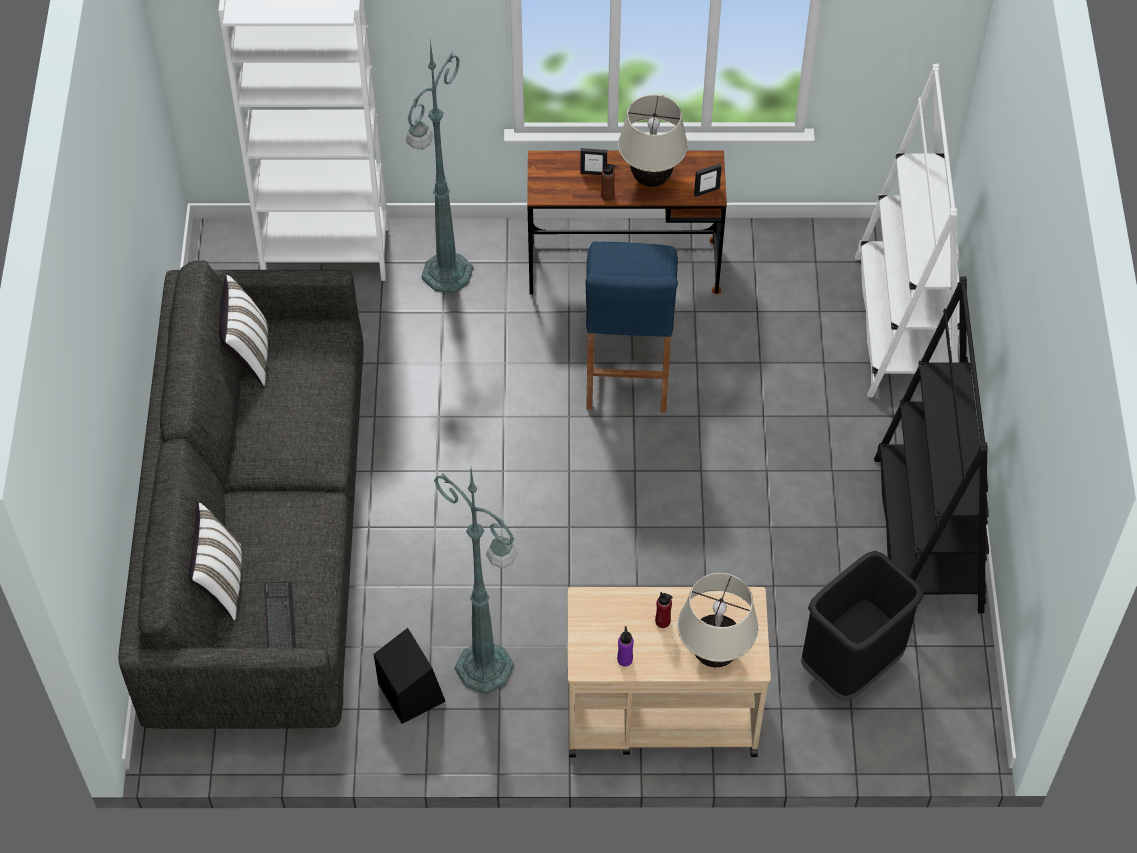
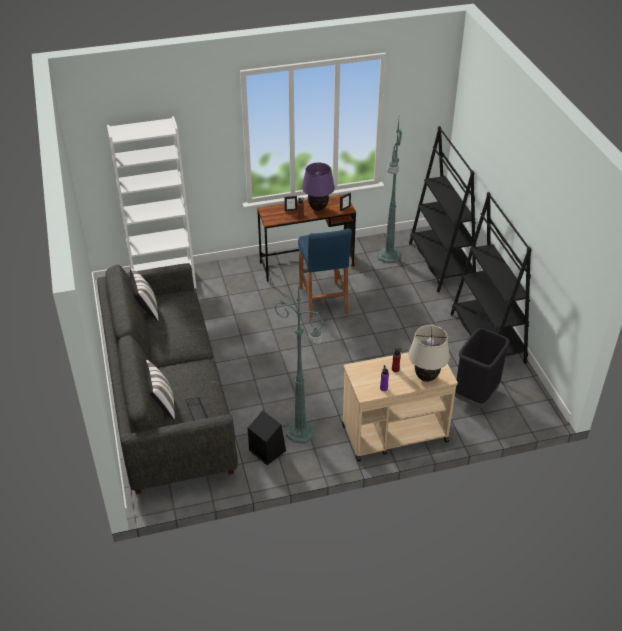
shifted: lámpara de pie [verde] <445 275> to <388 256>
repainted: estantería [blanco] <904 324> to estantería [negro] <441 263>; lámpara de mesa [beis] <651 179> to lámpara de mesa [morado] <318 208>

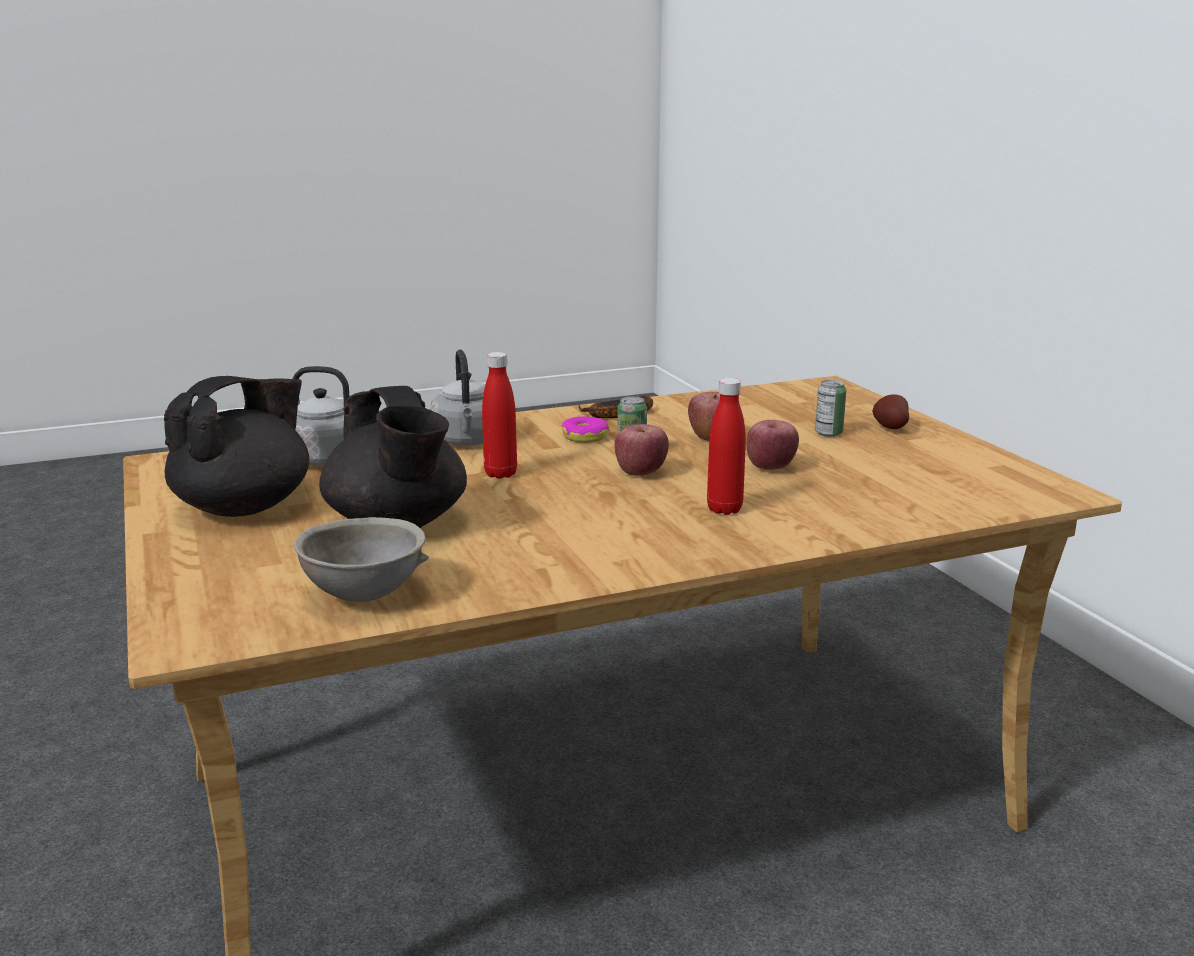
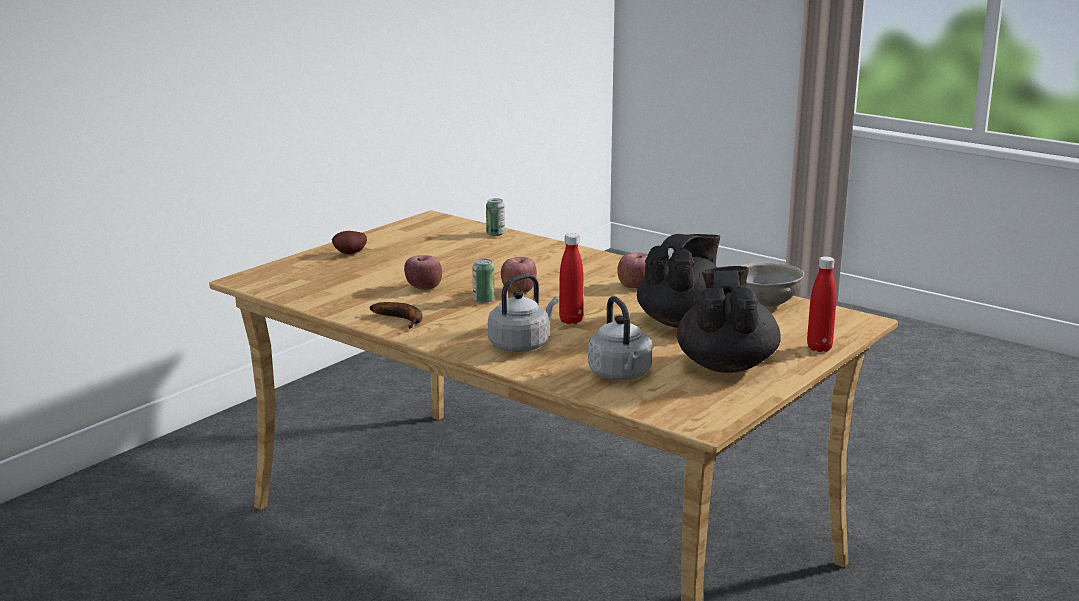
gone: rosquilla <585 437>
shifted: botella [rojo] <724 509> to <819 348>; lata <828 433> to <495 234>; manzana <770 467> to <635 285>
rotated: tetera [negro] <245 507> = <726 365> 90 degrees clockwise

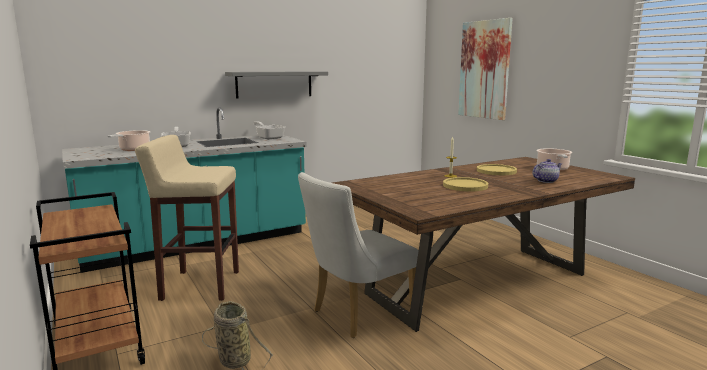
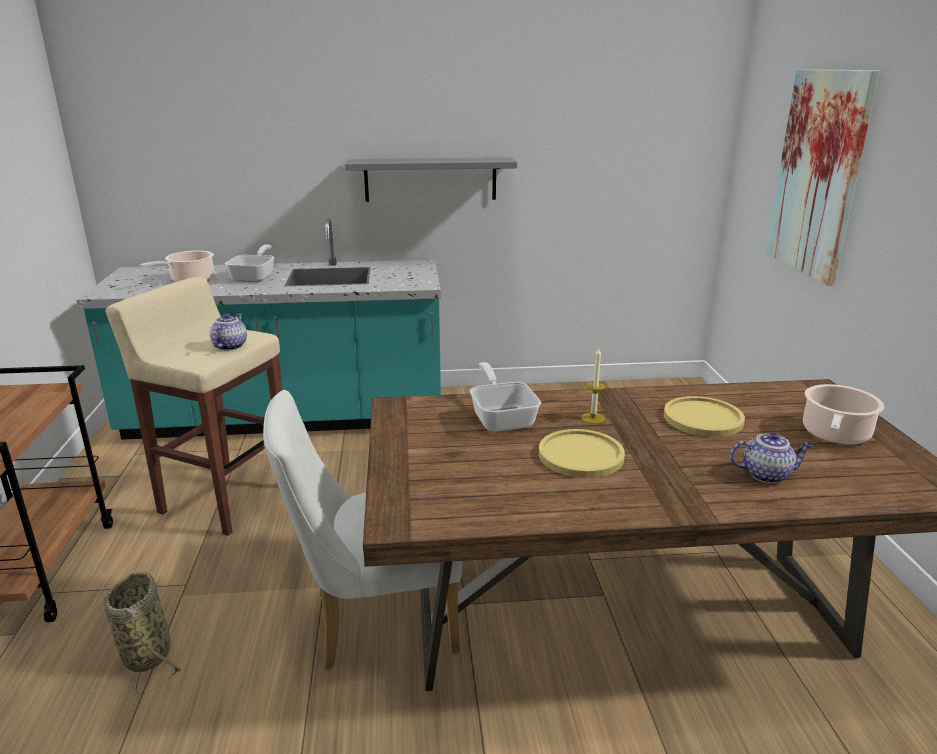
new: tetera <230 346>
shifted: sartén <269 137> to <502 417>

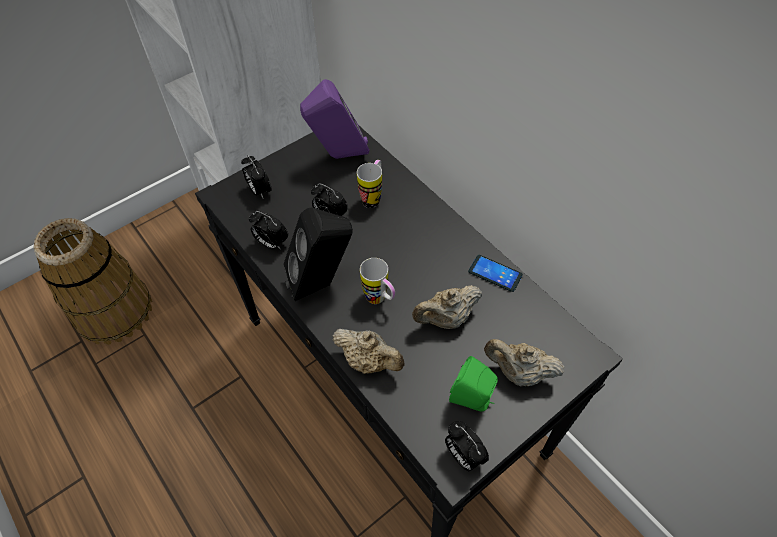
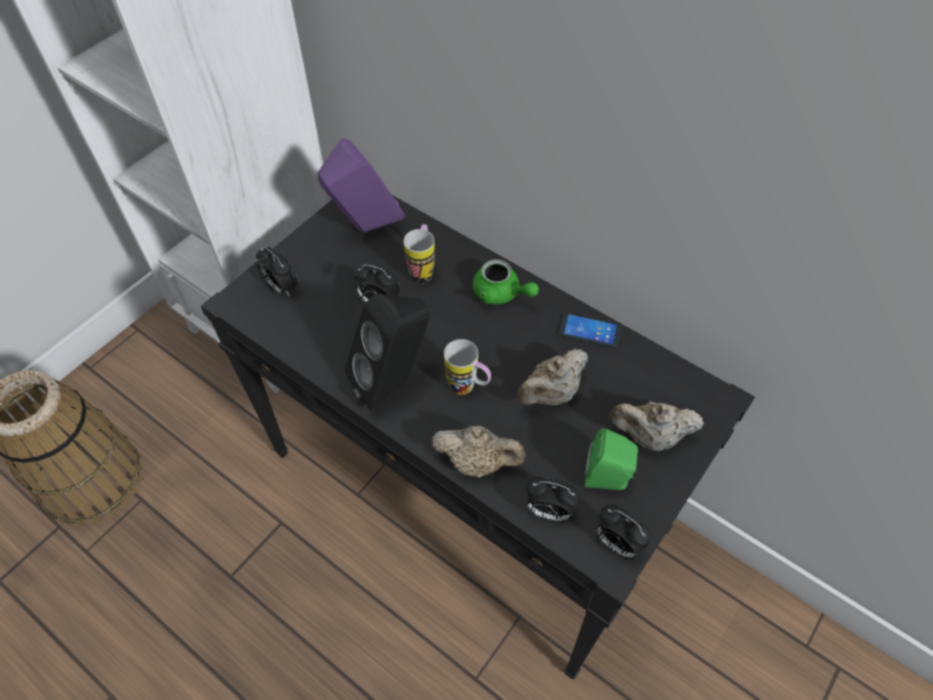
new: tetera [verde] <501 294>
shifted: despertador <271 243> to <548 512>

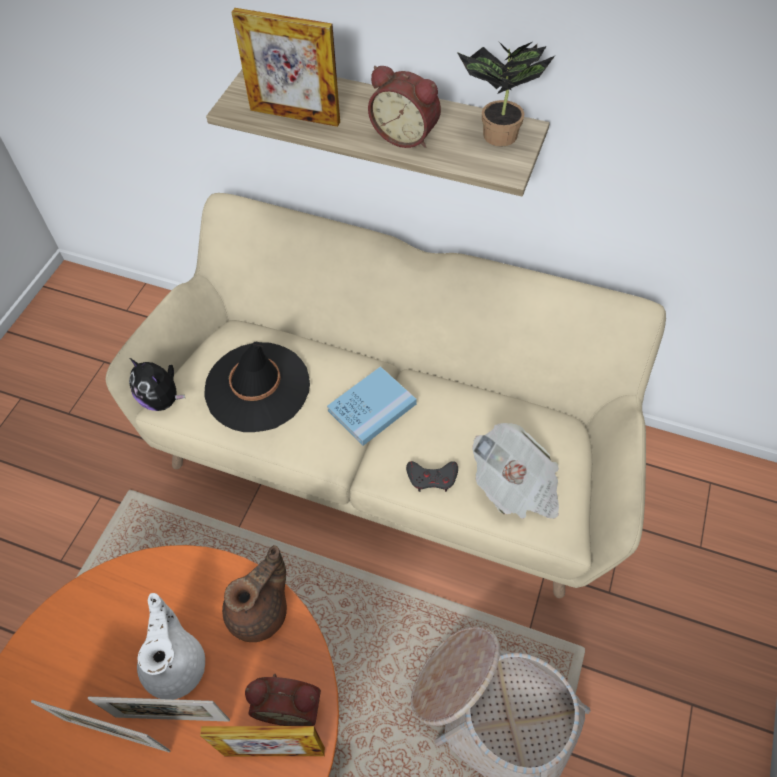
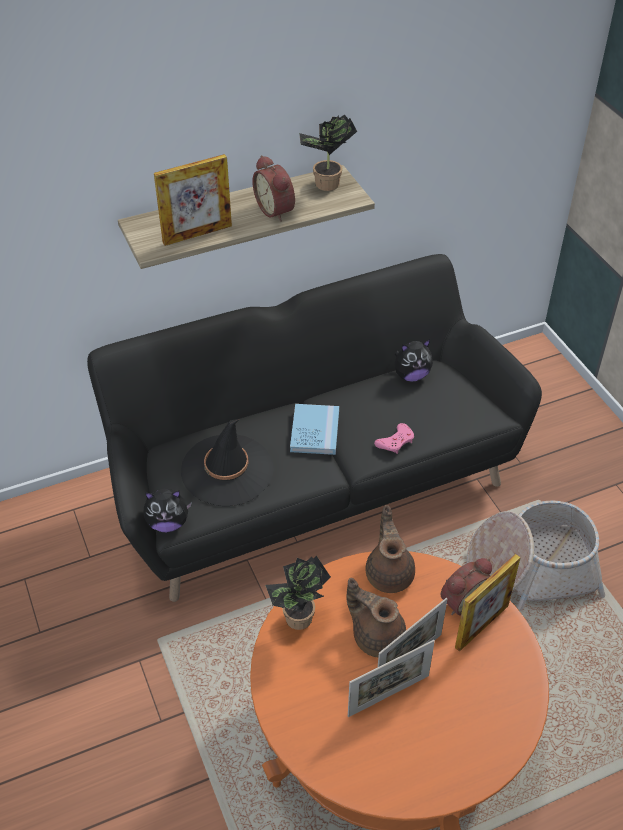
gone: periódico <516 486>
new: peluche <411 375>; planta en maceta <299 622>
repainted: sofá [beis] <390 450> to sofá [negro] <311 482>; mando de consola [gris] <432 478> to mando de consola [rosa] <396 441>; tetera [blanco] <176 664> to tetera [marrón] <376 636>
rotated: despertador <406 135> = <277 210> 75 degrees clockwise

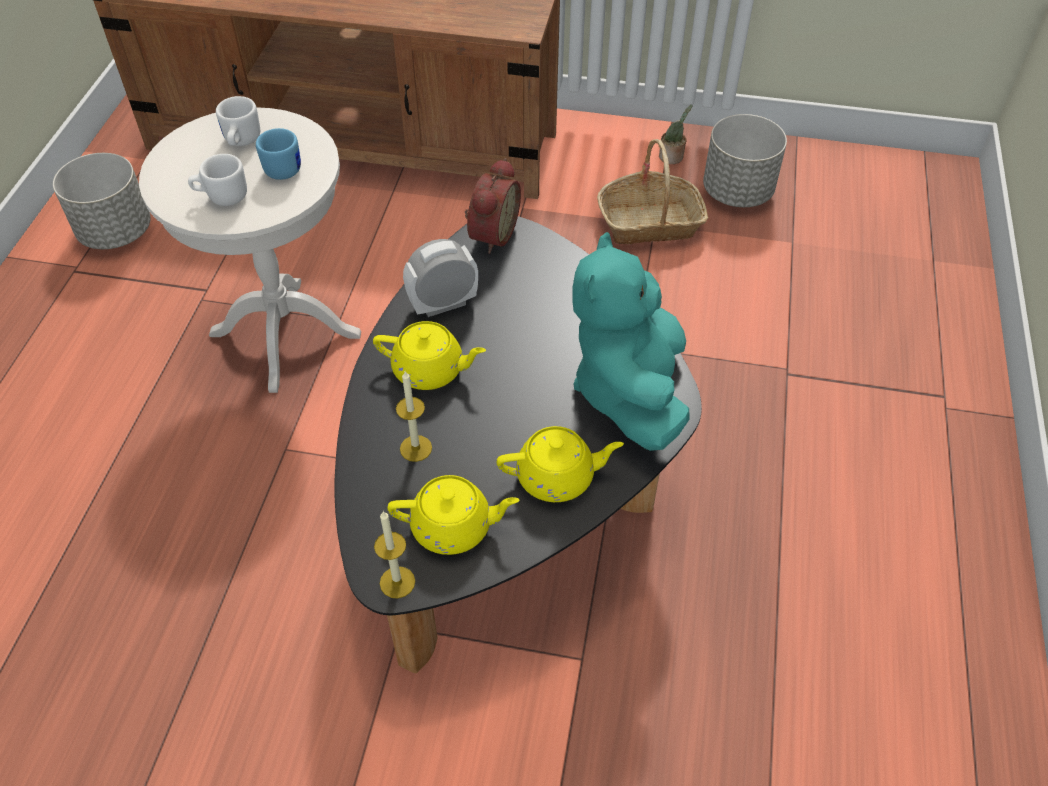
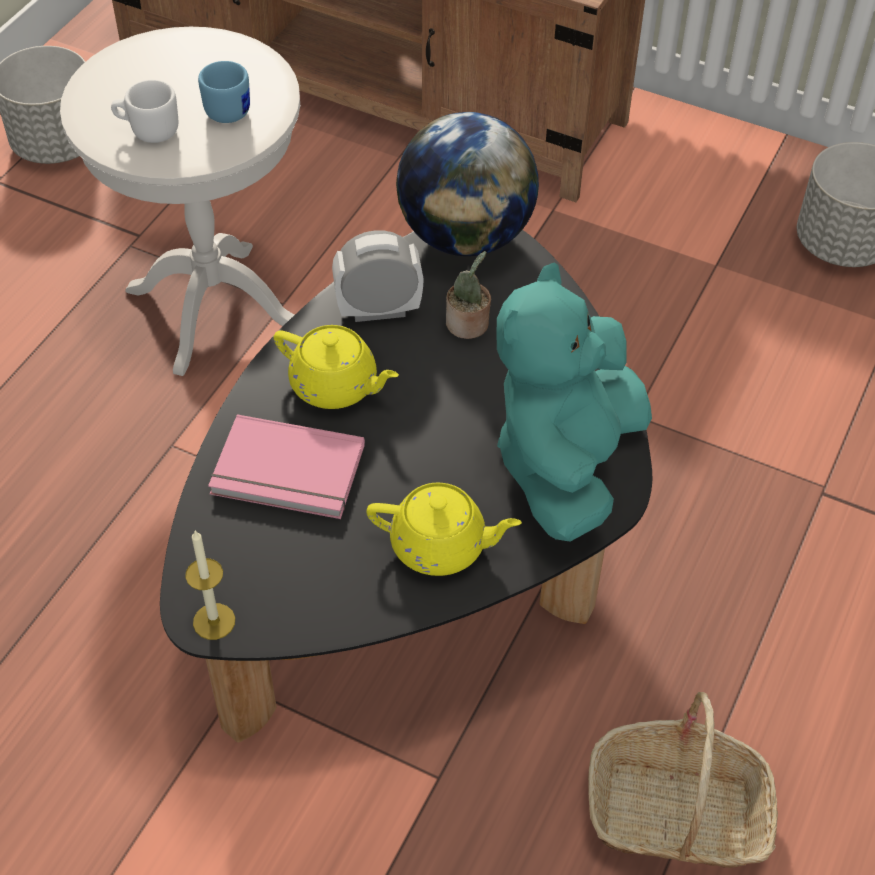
gone: taza grande [blanco] <241 142>; tetera [amarillo] <454 527>
shifted: planta en maceta <672 157> to <468 325>; cesta <650 223> to <677 813>
swapped: despertador <490 234> to globo terráqueo <466 236>; vela <416 448> to libro [rosa] <287 473>

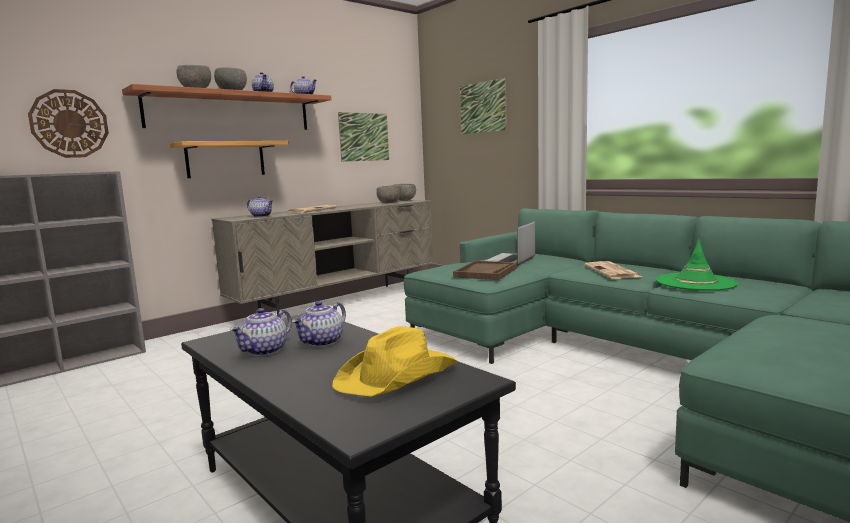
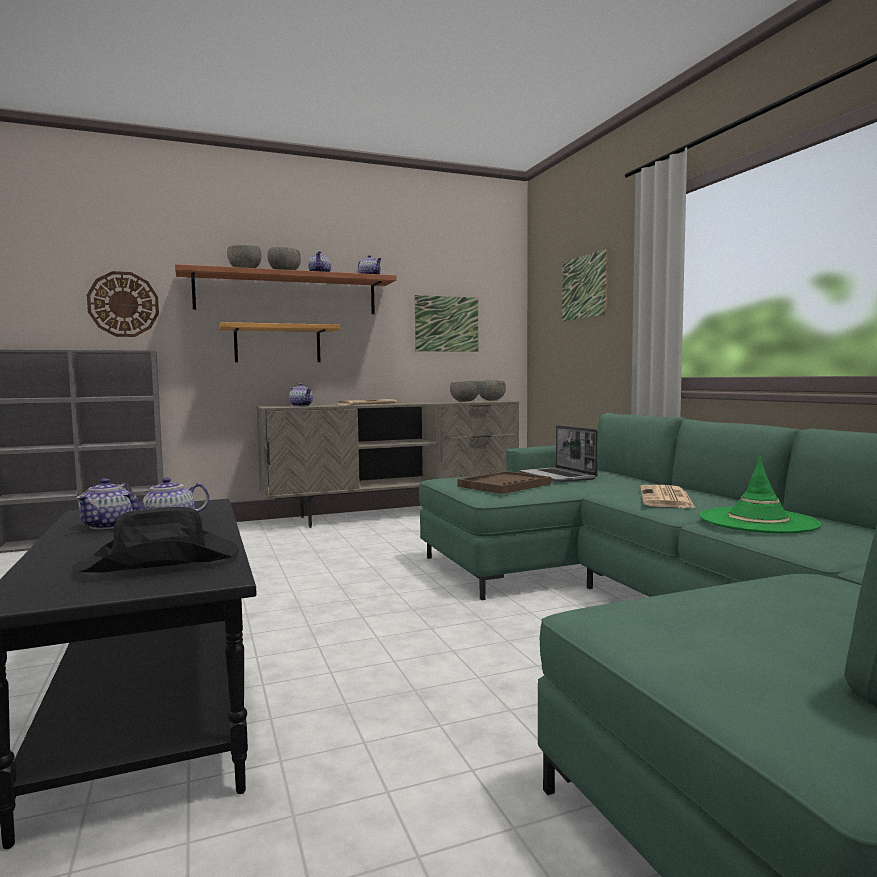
repainted: sombrero [amarillo] <398 375> to sombrero [negro] <161 562>
rotated: portátil <510 261> = <558 476> 75 degrees counterclockwise; tetera <266 350> = <108 525> 45 degrees counterclockwise

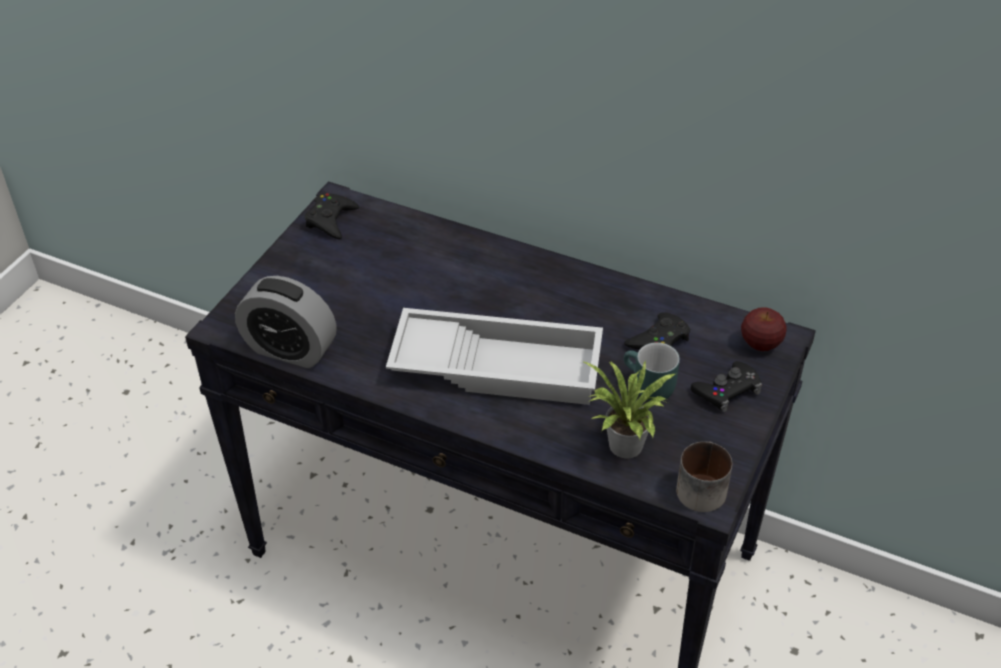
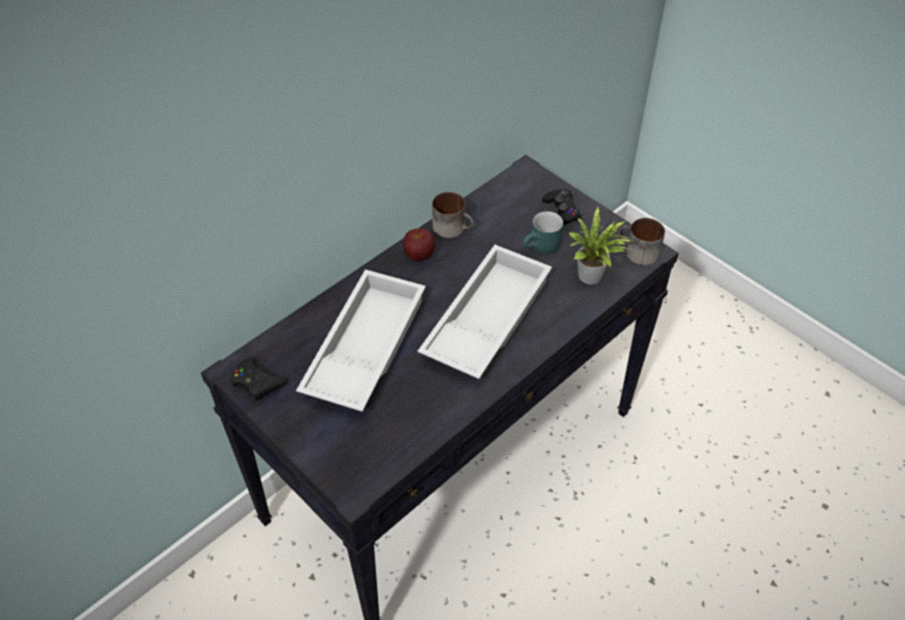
gone: despertador <290 349>; mando de consola [negro] <659 340>
new: taza grande <453 227>; bandeja [blanco] <363 347>
shifted: manzana <760 344> to <419 255>

